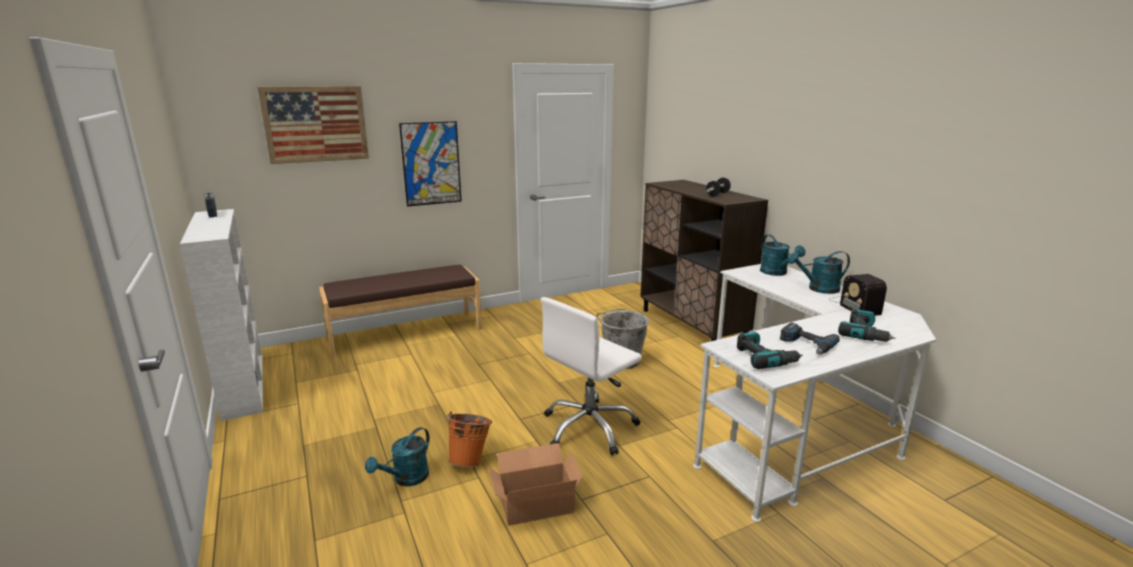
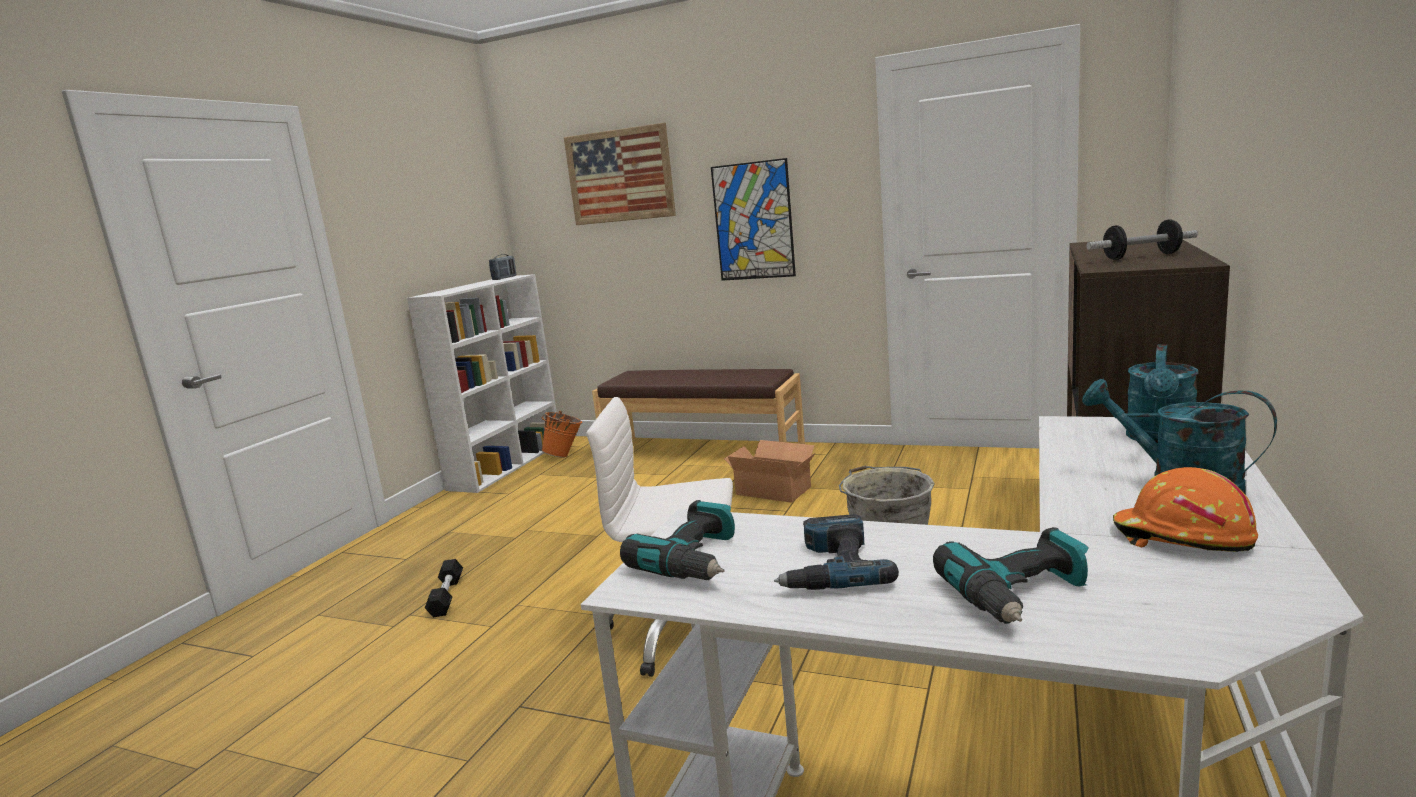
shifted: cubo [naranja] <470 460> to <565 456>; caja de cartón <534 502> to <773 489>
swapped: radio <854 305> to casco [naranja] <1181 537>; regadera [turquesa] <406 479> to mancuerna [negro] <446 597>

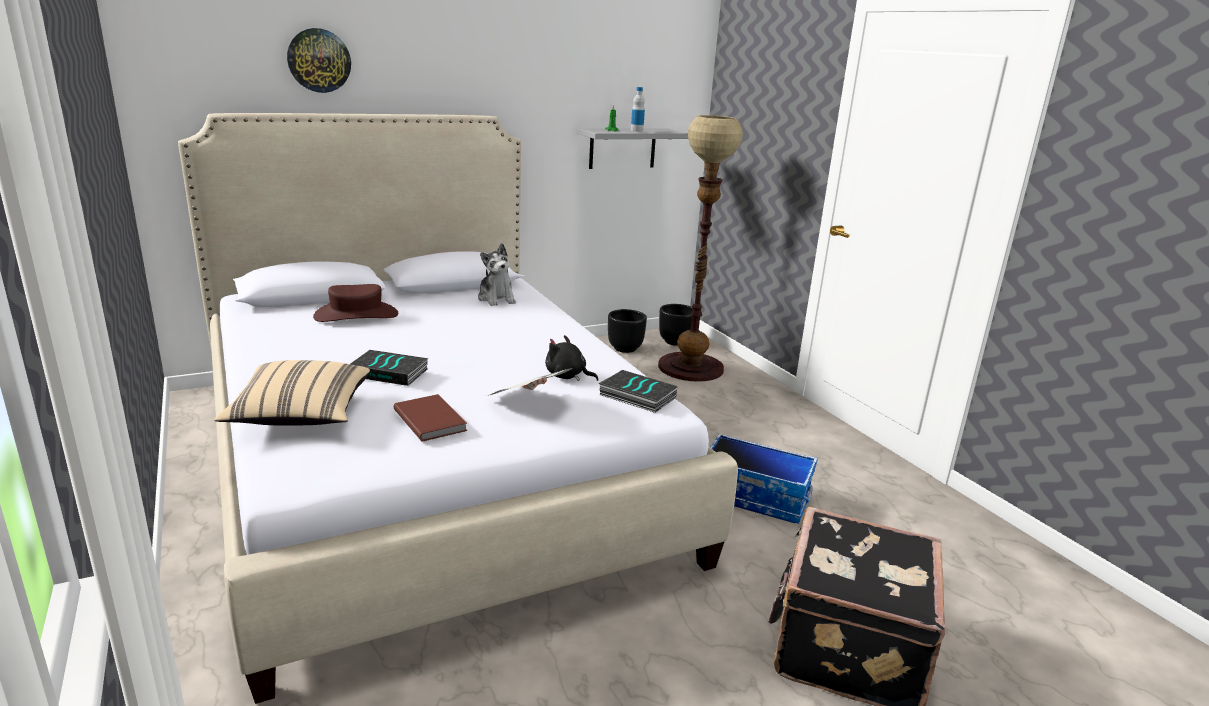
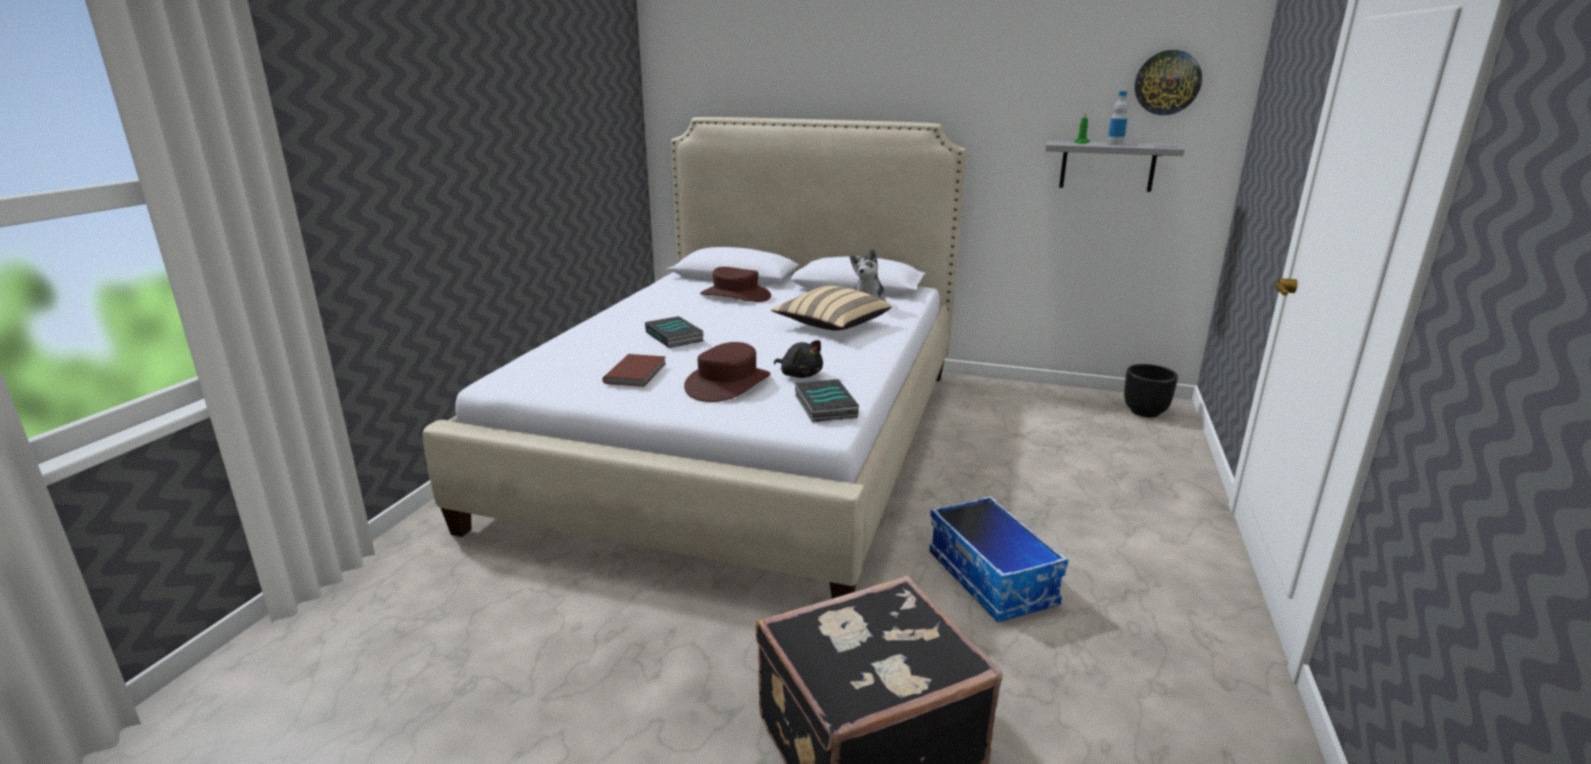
gone: lámpara de pie <691 367>; maceta [negro] <625 348>
shifted: reloj de pared <319 60> to <1167 82>; cojín [beis] <300 416> to <831 326>
swapped: periódico <528 403> to sombrero [marrón] <727 384>
rotated: peluche [negro] <567 376> = <800 375> 150 degrees clockwise

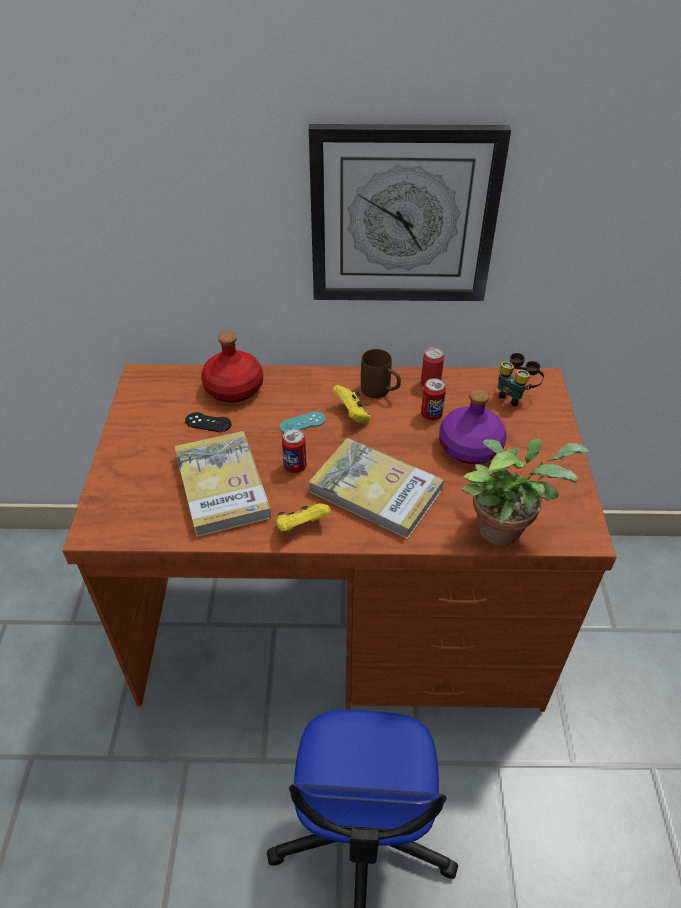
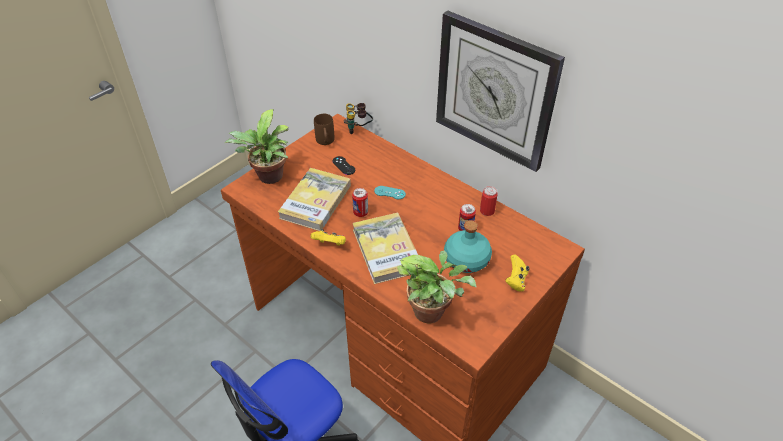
gone: botella [rojo] <234 388>
new: planta en maceta <268 178>
shifted: taza grande [marrón] <381 392> to <325 142>; prismáticos <515 395> to <358 129>; mando de consola [amarillo] <352 415> to <516 281>
repainted: botella [morado] <471 447> to botella [turquesa] <467 259>

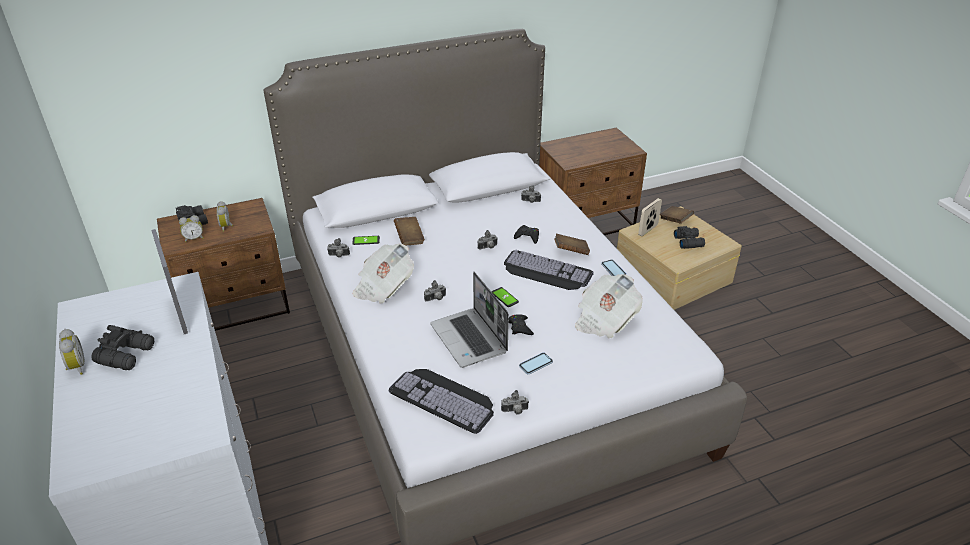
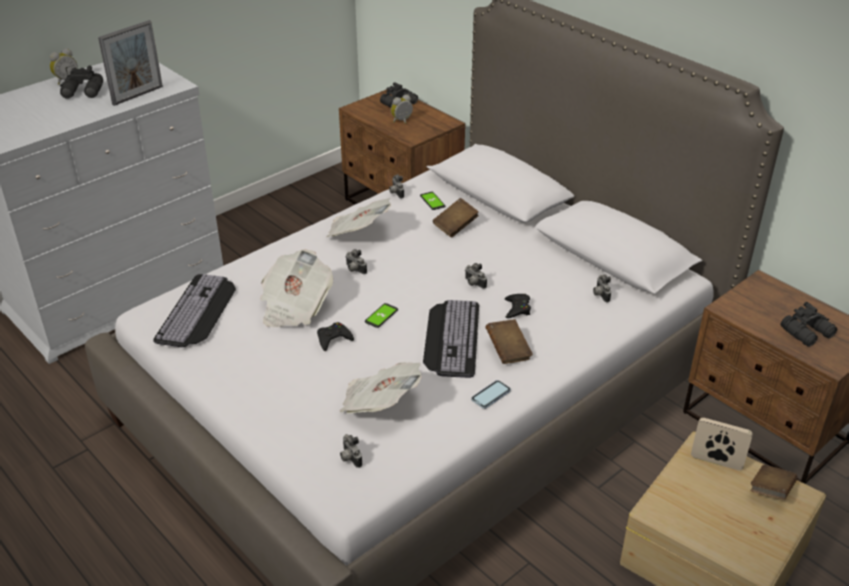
gone: despertador <194 238>; móvil <535 364>
shifted: prismáticos [negro] <689 241> to <808 333>; cámara <515 411> to <349 458>
swapped: portátil <470 339> to periódico <294 307>

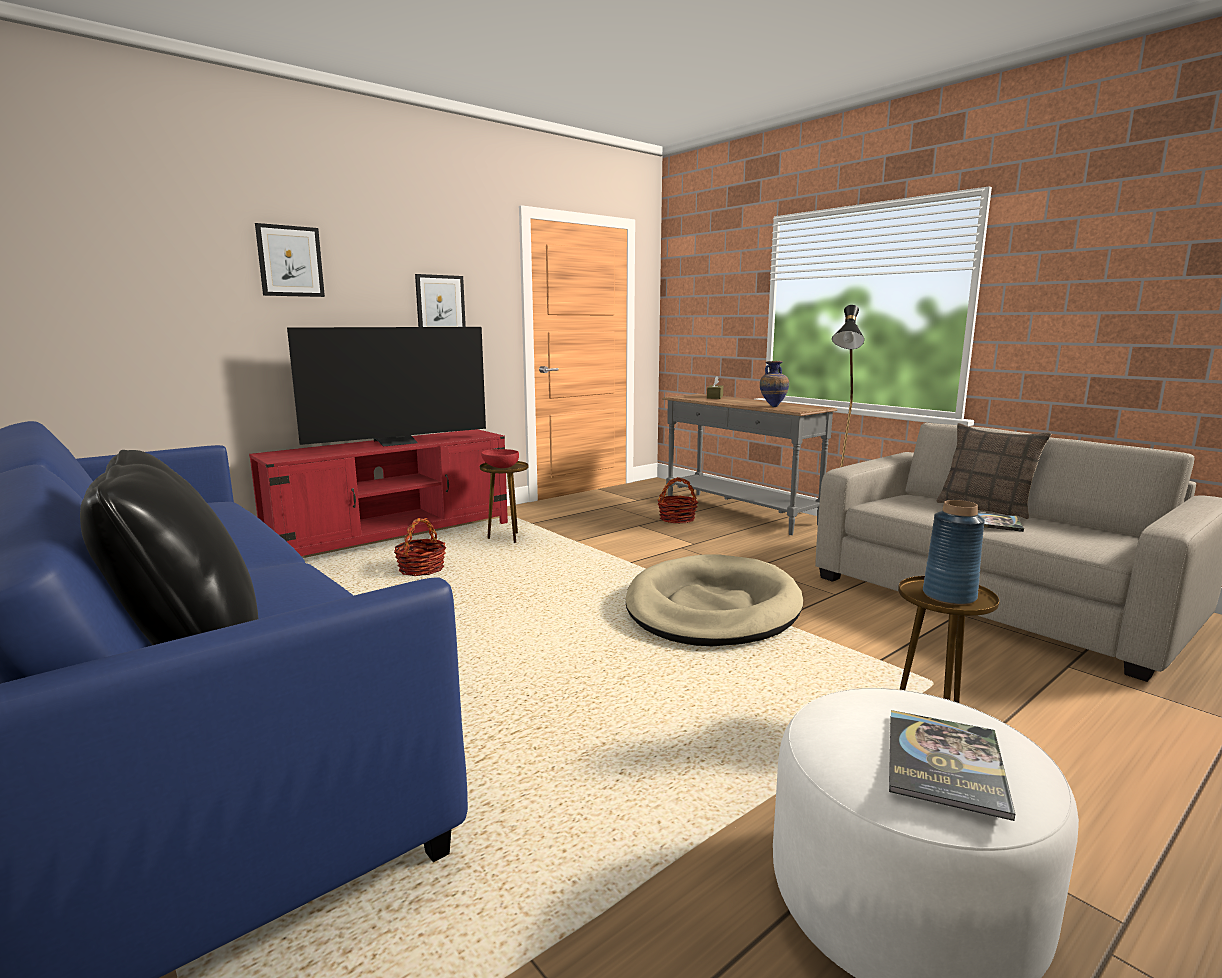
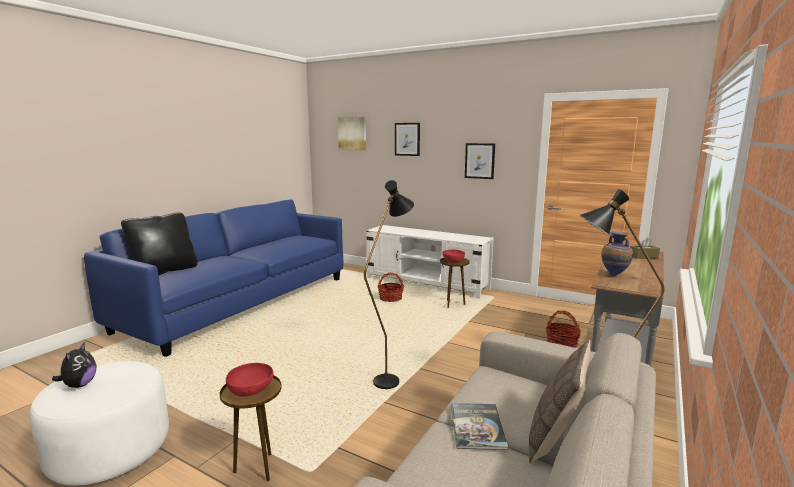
gone: televisor <397 443>
new: cuadro <352 133>
swapped: florero [azul] <949 596> to cuenco [rojo] <251 391>; cama para perro [beis] <712 608> to lámpara de pie [negro] <391 378>; libro <944 763> to peluche <79 385>
repainted: mueble de televisión [rojo] <394 538> to mueble de televisión [blanco] <427 283>

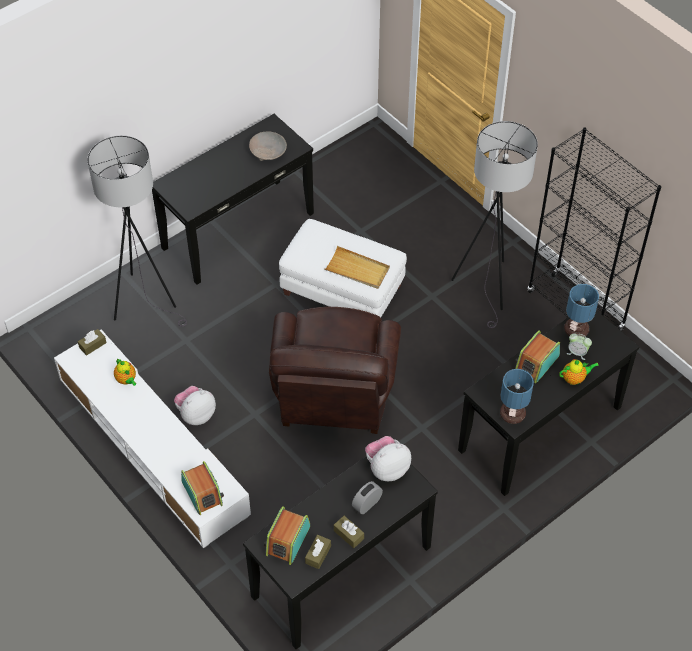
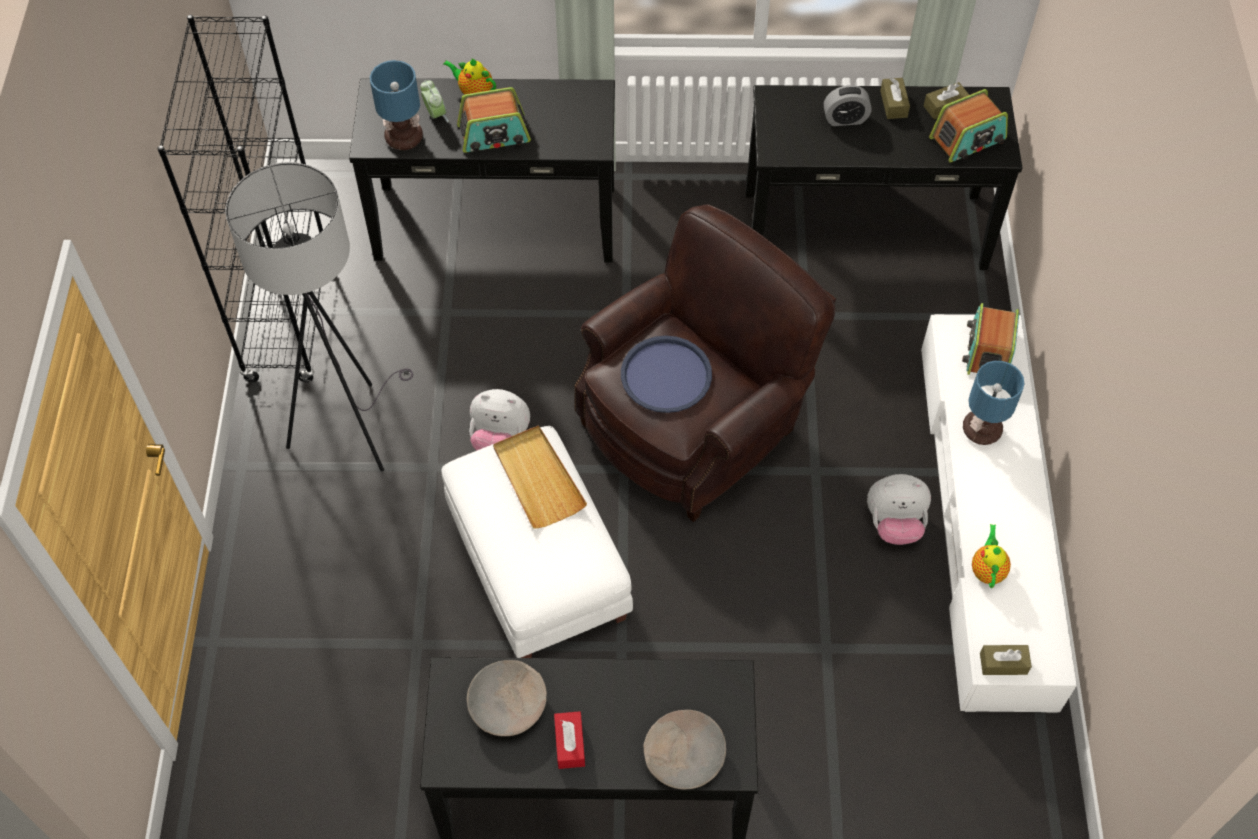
gone: lámpara de pie [gris] <146 301>
new: bandeja [azul] <666 375>; cuenco [beis] <685 756>; caja de pañuelos [rojo] <569 744>
shifted: lámpara de mesa <512 415> to <982 428>; peluche <387 468> to <500 439>

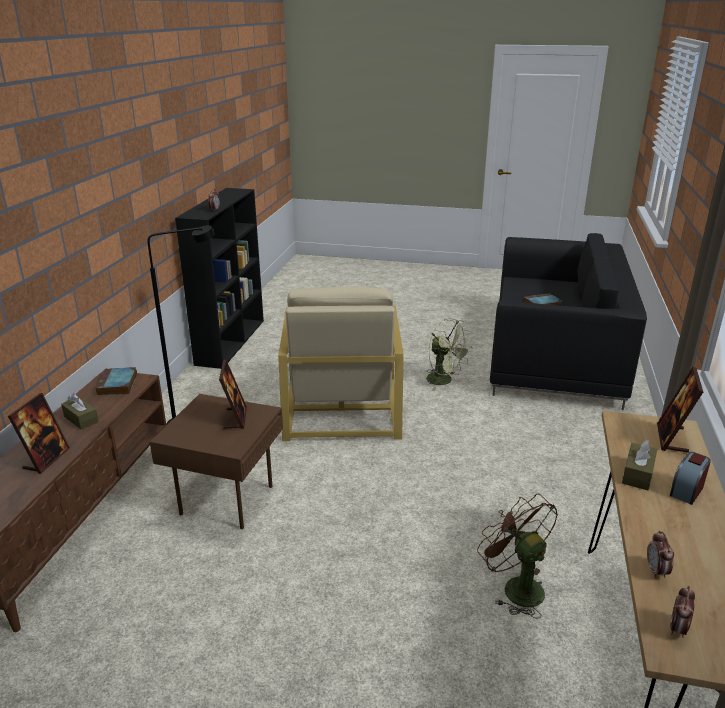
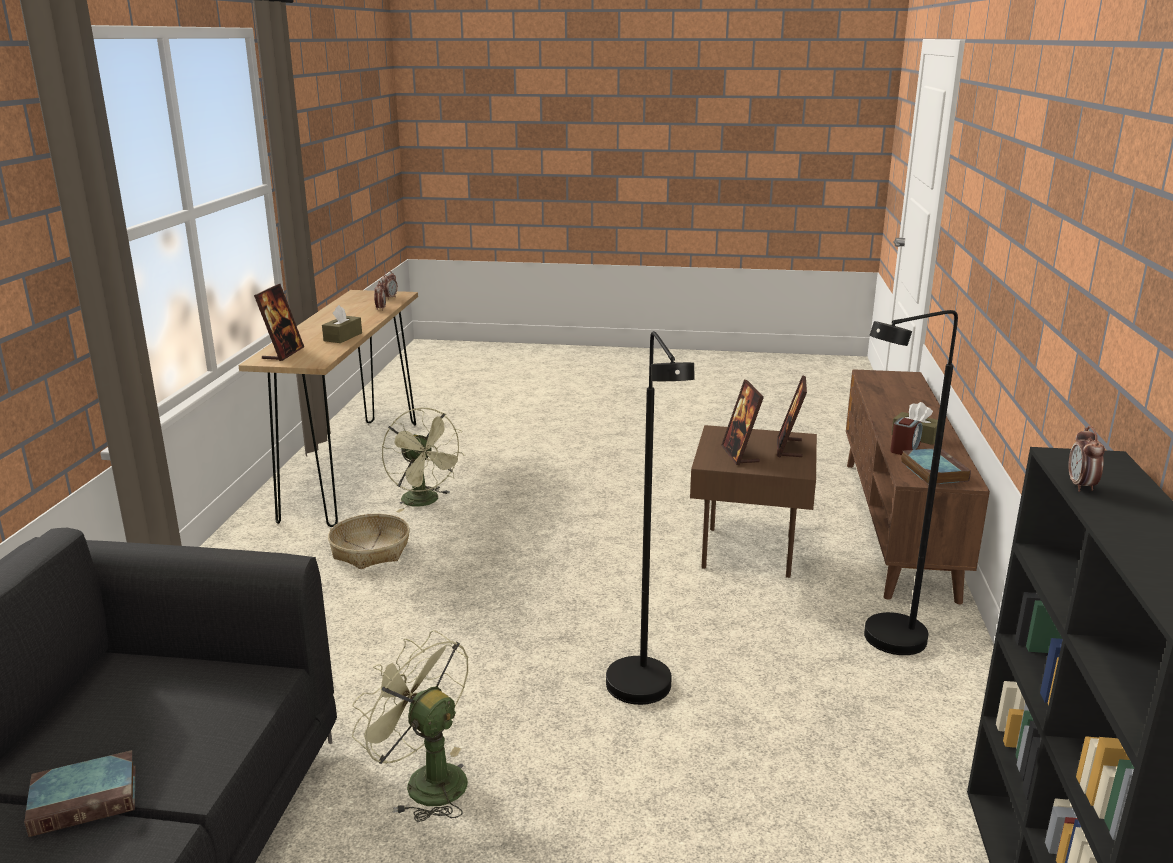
new: cesta <370 551>
shifted: portarretratos <46 459> to <789 448>; despertador <686 490> to <904 449>
swapped: sillón [beis] <342 407> to lámpara de pie [negro] <644 696>
repainted: ventilador [marrón] <516 587> to ventilador [verde] <425 502>

